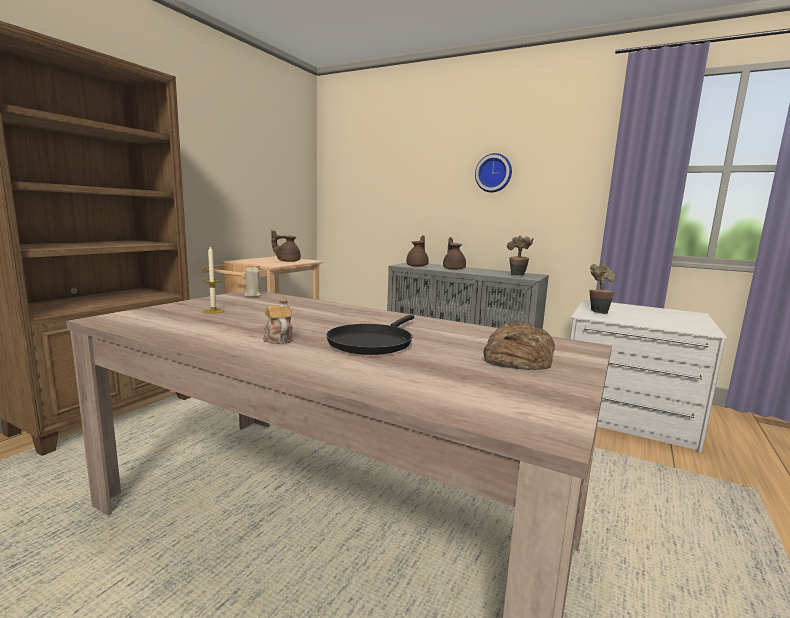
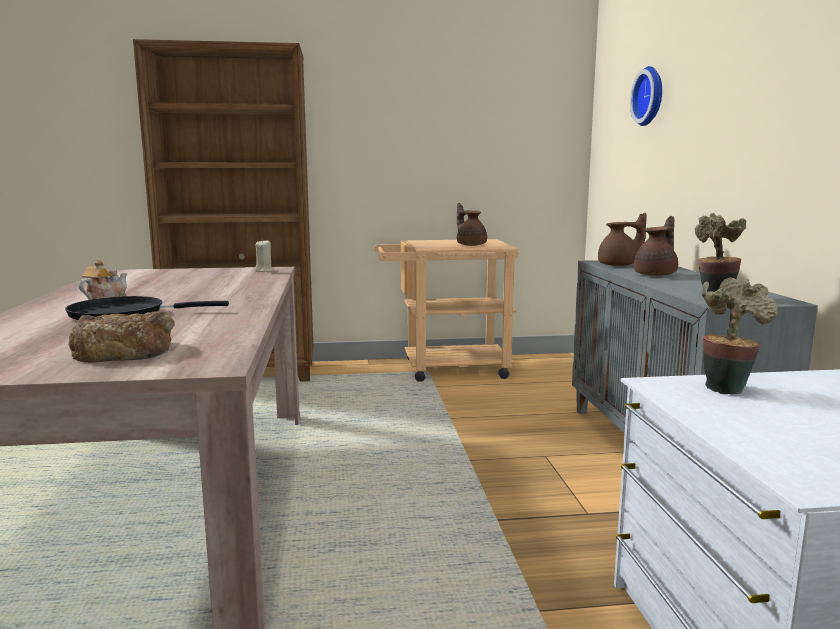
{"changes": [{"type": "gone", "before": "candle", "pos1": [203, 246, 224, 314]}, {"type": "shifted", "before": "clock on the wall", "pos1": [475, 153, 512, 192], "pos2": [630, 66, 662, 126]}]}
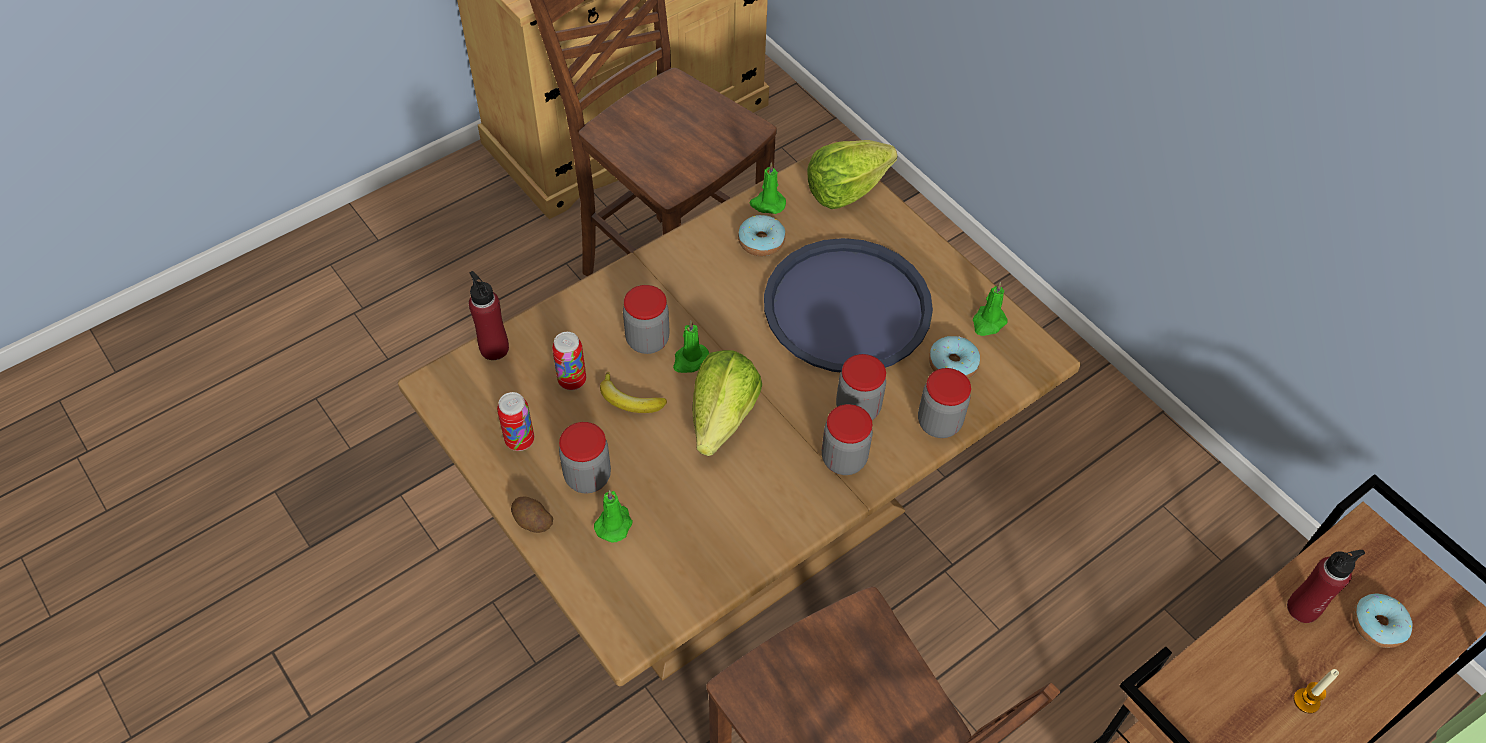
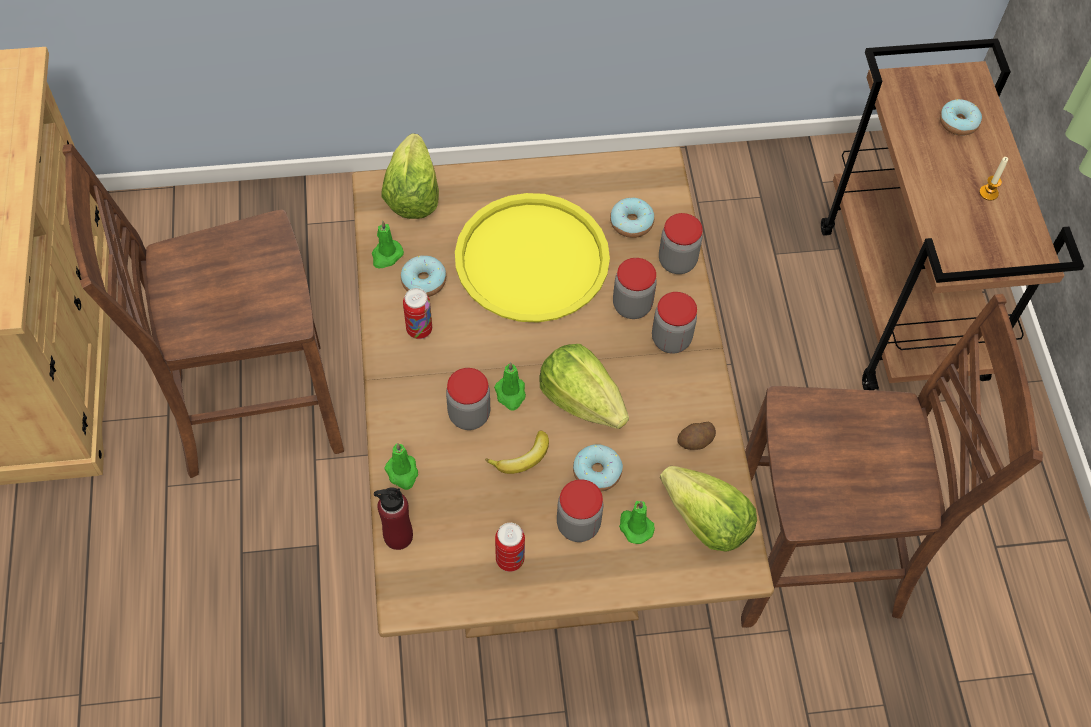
{"changes": [{"type": "gone", "before": "bottle (reddish)", "pos1": [1287, 550, 1365, 623]}, {"type": "new", "after": "donut", "pos2": [573, 444, 623, 491]}, {"type": "new", "after": "lettuce", "pos2": [660, 466, 757, 552]}, {"type": "shifted", "before": "potato", "pos1": [511, 497, 553, 533], "pos2": [677, 421, 716, 450]}, {"type": "shifted", "before": "metal can", "pos1": [552, 332, 586, 390], "pos2": [403, 288, 432, 339]}, {"type": "shifted", "before": "candle (greenish)", "pos1": [973, 282, 1008, 336], "pos2": [384, 443, 418, 490]}, {"type": "repainted", "before": "tray (bluish)", "after": "tray (yellow)", "pos1": [764, 238, 933, 372], "pos2": [455, 193, 610, 323]}]}
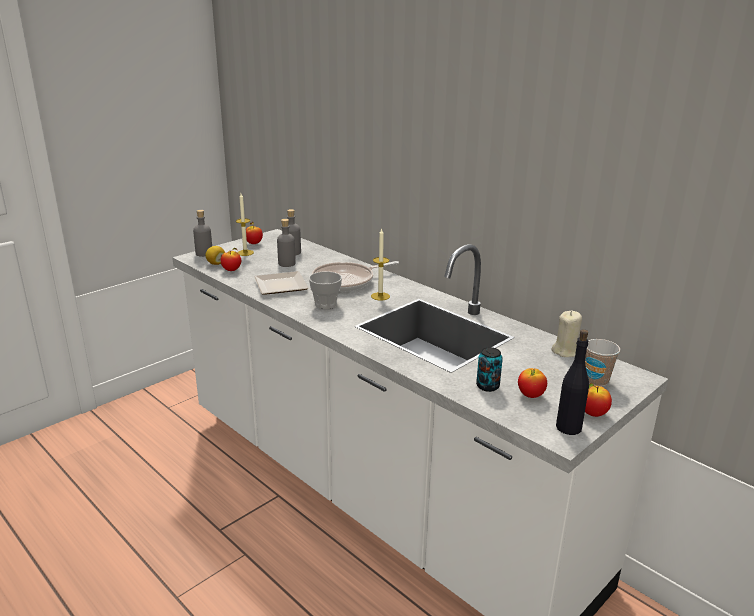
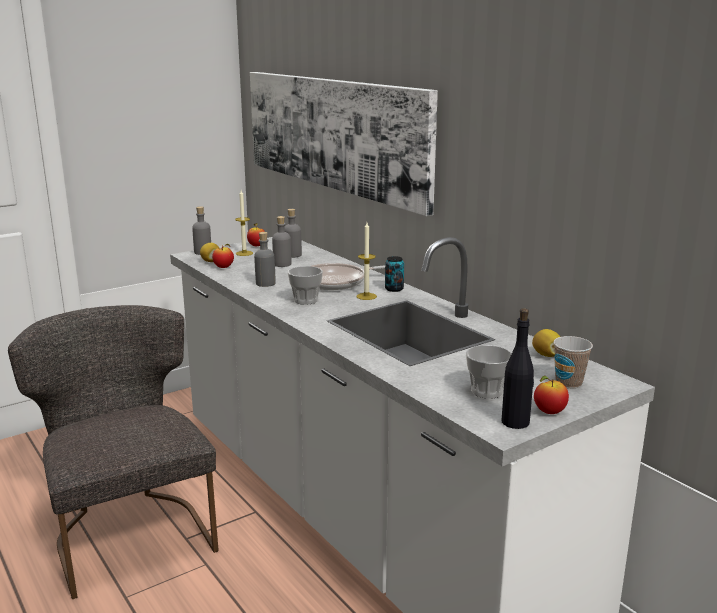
{"changes": [{"type": "new", "after": "chair (grey)", "pos2": [8, 305, 219, 599]}, {"type": "new", "after": "wall picture", "pos2": [250, 72, 438, 216]}, {"type": "shifted", "before": "metal can", "pos1": [476, 347, 503, 392], "pos2": [385, 256, 404, 292]}, {"type": "swapped", "before": "dinner plate", "after": "bottle (grey)", "pos1": [254, 271, 309, 295], "pos2": [254, 232, 276, 287]}, {"type": "swapped", "before": "apple fruit", "after": "drinking cup", "pos1": [518, 368, 547, 398], "pos2": [466, 345, 512, 399]}, {"type": "swapped", "before": "candle (beige)", "after": "citrus fruit", "pos1": [551, 311, 582, 357], "pos2": [532, 329, 560, 357]}]}
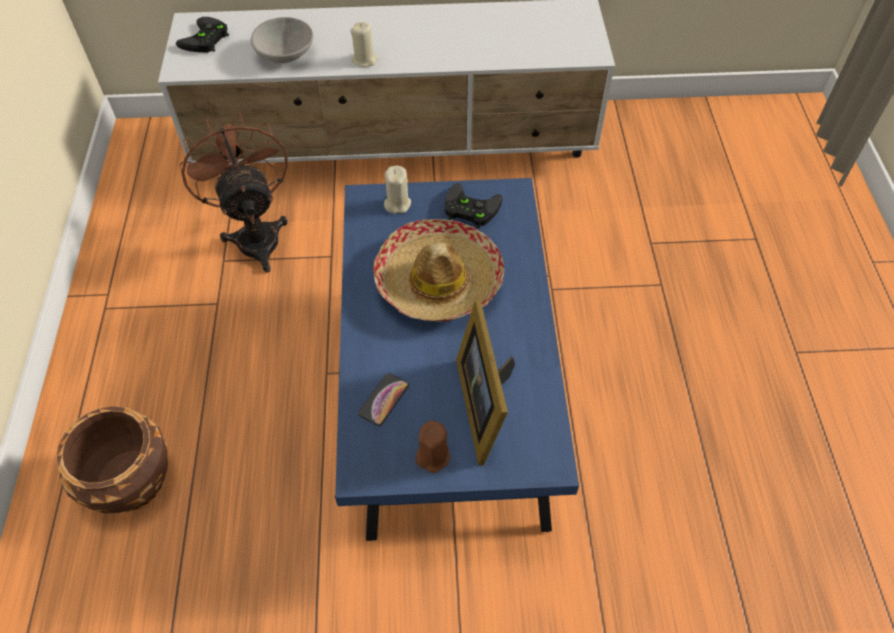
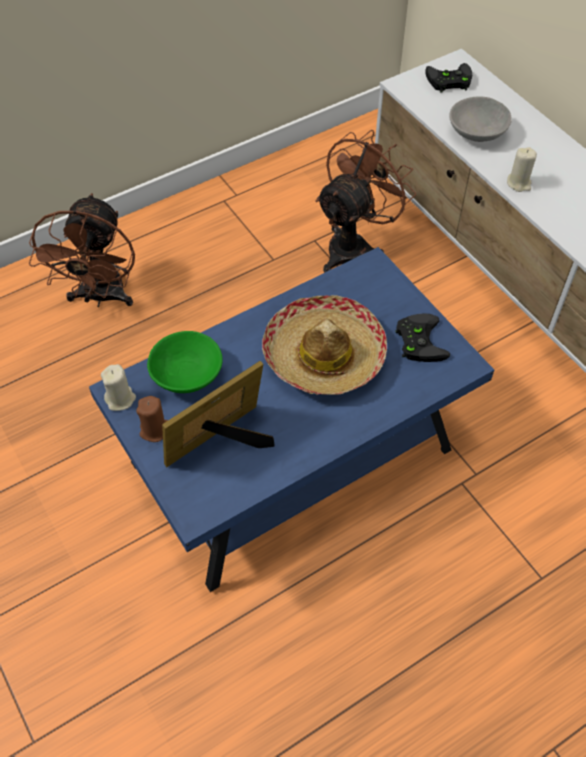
{"changes": [{"type": "shifted", "before": "candle (beige)", "pos1": [384, 166, 411, 214], "pos2": [101, 364, 136, 411]}, {"type": "swapped", "before": "flower pot (brownish)", "after": "cooling fan (brownish)", "pos1": [56, 406, 168, 513], "pos2": [29, 193, 135, 307]}, {"type": "swapped", "before": "phone", "after": "bowl (greenish)", "pos1": [358, 373, 409, 426], "pos2": [147, 331, 223, 393]}]}
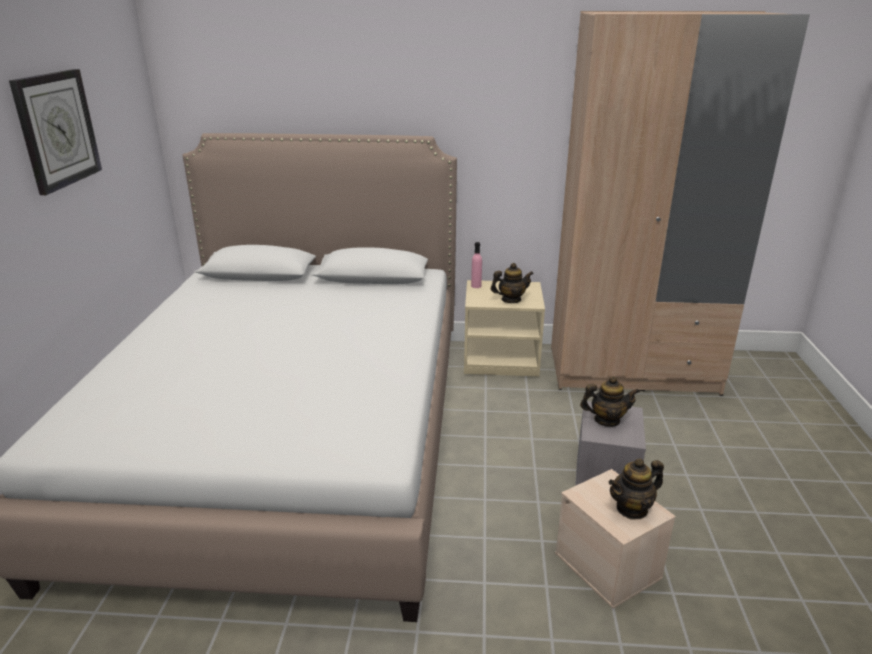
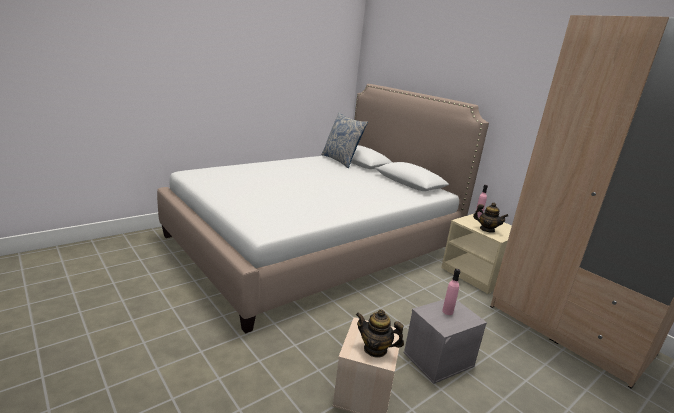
{"changes": [{"type": "gone", "before": "clock on the wall", "pos1": [9, 69, 102, 195]}, {"type": "new", "after": "cushion", "pos2": [321, 113, 368, 168]}, {"type": "swapped", "before": "teapot", "after": "bottle (pink)", "pos1": [580, 376, 640, 427], "pos2": [442, 269, 460, 315]}]}
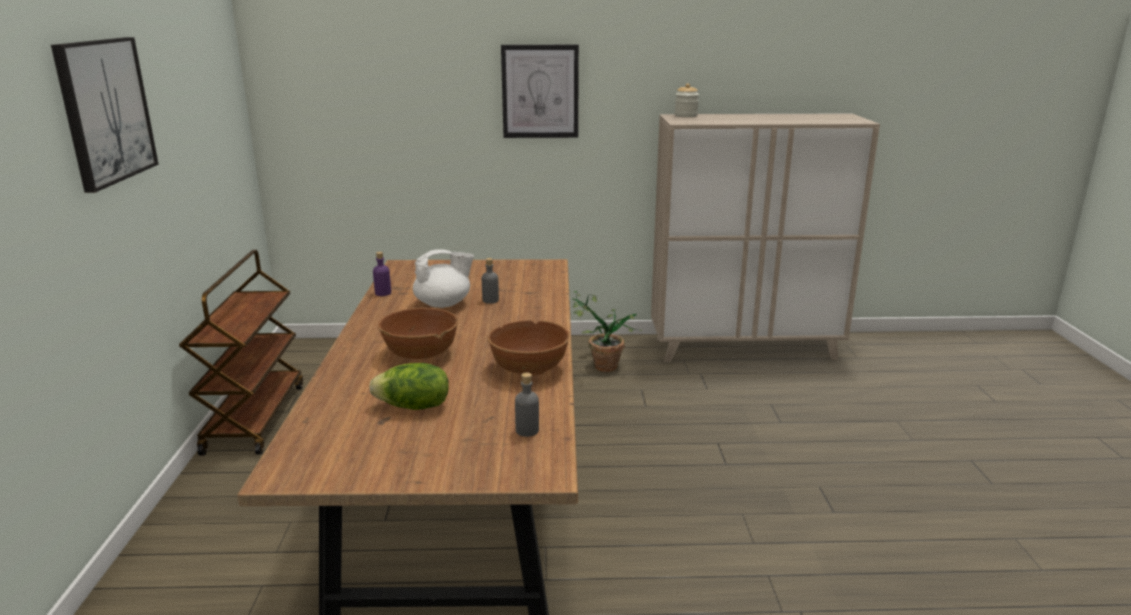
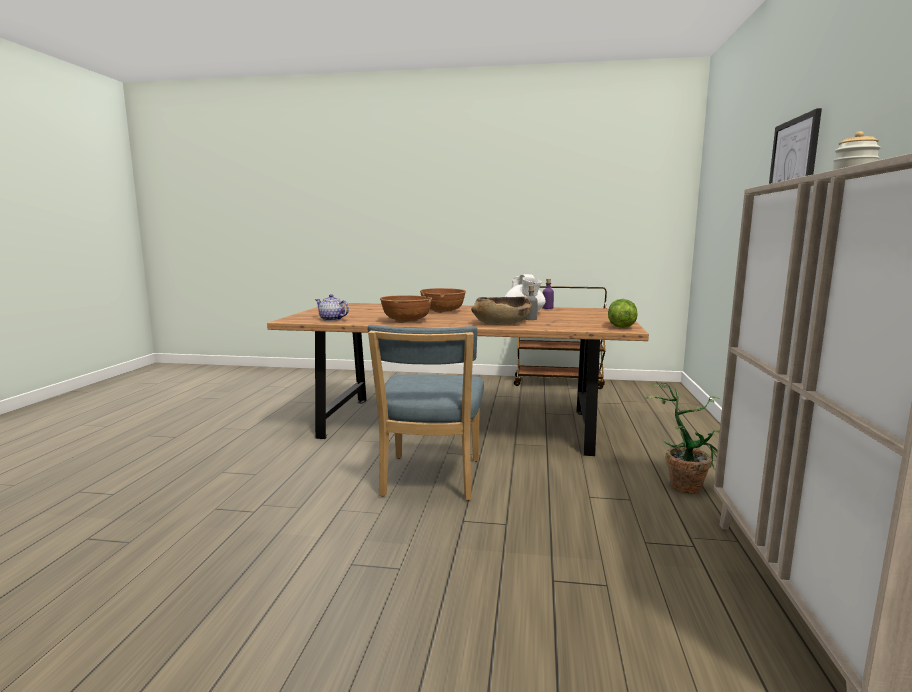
{"changes": [{"type": "gone", "before": "wall picture", "pos1": [51, 37, 159, 193]}, {"type": "new", "after": "chair (bluish)", "pos2": [368, 325, 484, 501]}, {"type": "new", "after": "bowl (brownish)", "pos2": [471, 297, 532, 325]}, {"type": "shifted", "before": "lettuce", "pos1": [370, 363, 449, 410], "pos2": [608, 299, 638, 328]}, {"type": "swapped", "before": "bottle (grey)", "after": "teapot", "pos1": [515, 373, 539, 437], "pos2": [315, 294, 349, 321]}]}
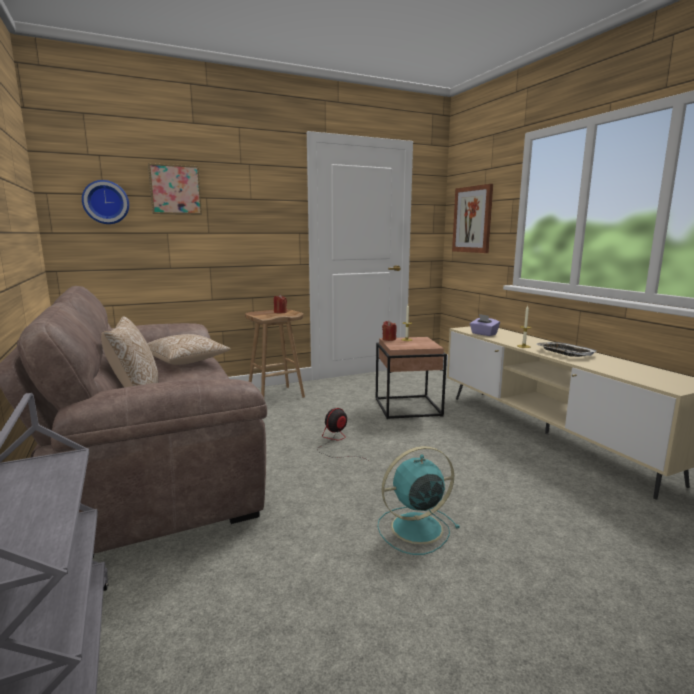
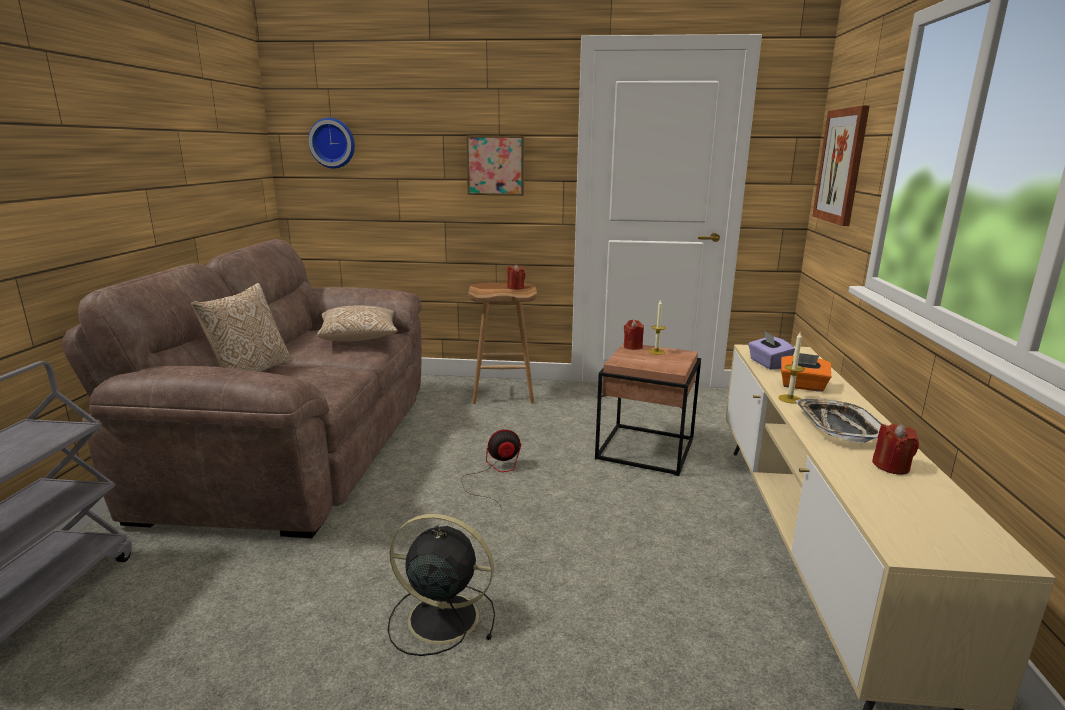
{"changes": [{"type": "new", "after": "tissue box (orange-coloured)", "pos2": [781, 353, 831, 392]}, {"type": "new", "after": "candle (reddish)", "pos2": [872, 424, 919, 475]}, {"type": "shifted", "before": "wall picture", "pos1": [148, 163, 202, 215], "pos2": [466, 135, 524, 196]}, {"type": "repainted", "before": "cooling fan (blue-green)", "after": "cooling fan (blackish)", "pos1": [377, 446, 460, 555], "pos2": [388, 514, 495, 656]}]}
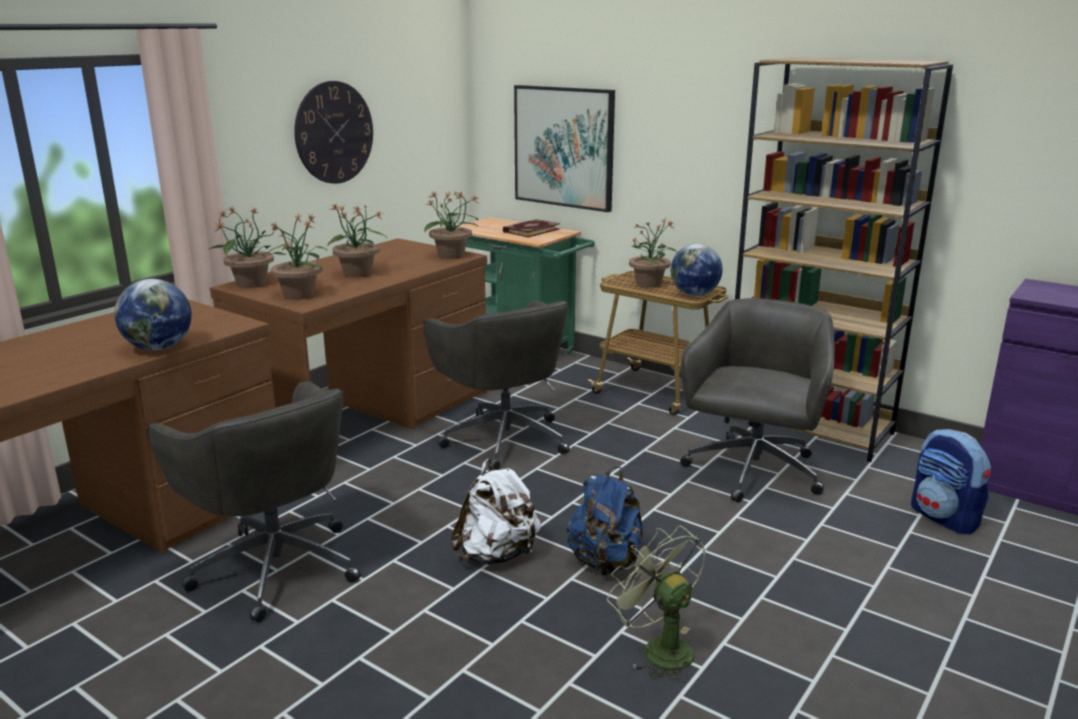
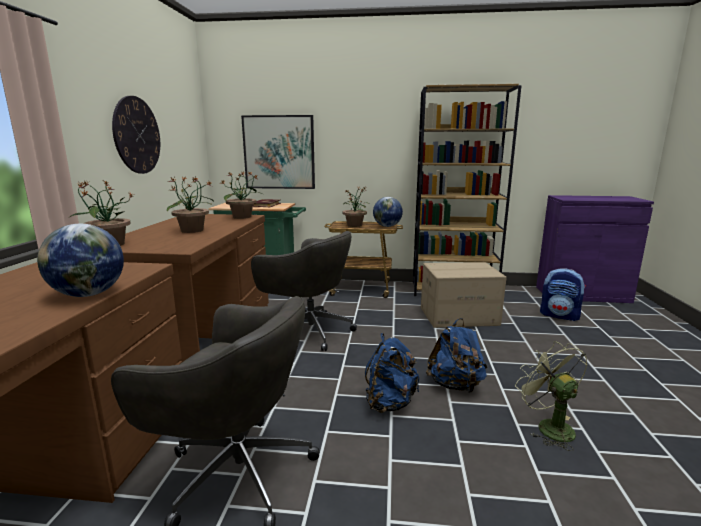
{"changes": [{"type": "gone", "before": "houseplant", "pos1": [267, 213, 327, 299]}, {"type": "swapped", "before": "office chair (grey)", "after": "cardboard box", "pos1": [680, 298, 835, 503], "pos2": [421, 262, 507, 328]}, {"type": "repainted", "before": "backpack (white)", "after": "backpack (bluish)", "pos1": [451, 459, 541, 565], "pos2": [365, 333, 419, 413]}, {"type": "rotated", "before": "cooling fan (greenish)", "pos1": [607, 526, 706, 683], "pos2": [515, 341, 588, 451], "turn": 45}]}
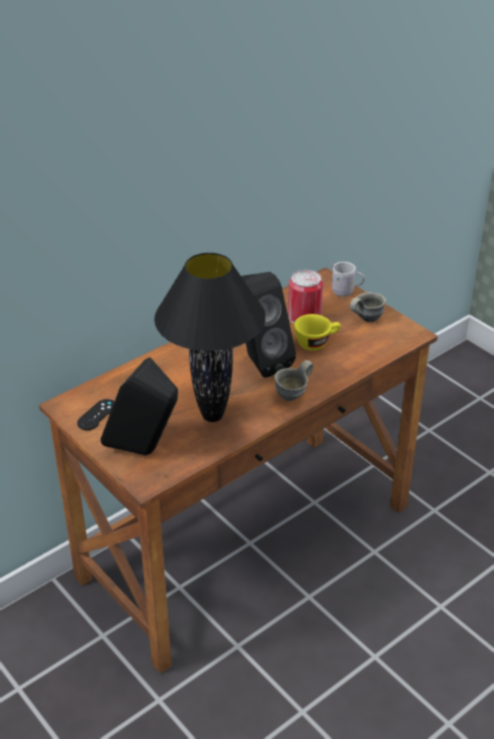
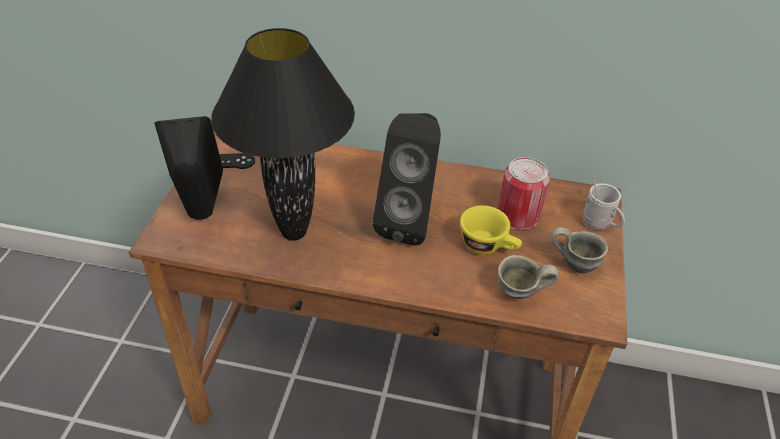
{"changes": [{"type": "shifted", "before": "mug (grey)", "pos1": [274, 360, 314, 401], "pos2": [498, 255, 559, 299]}]}
